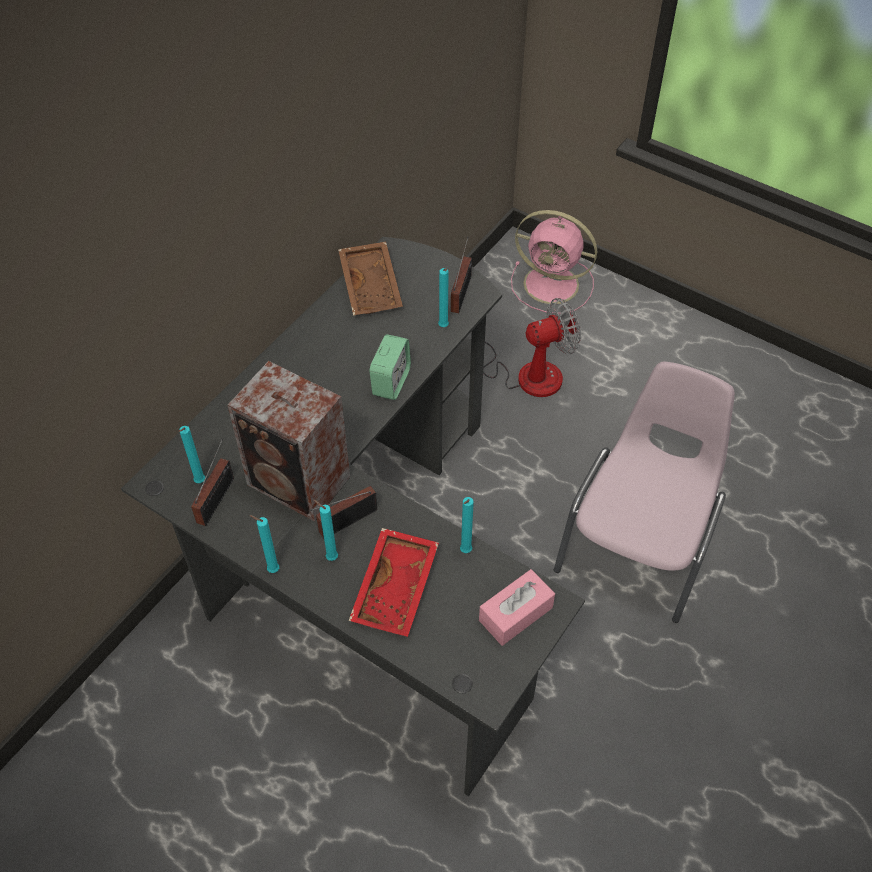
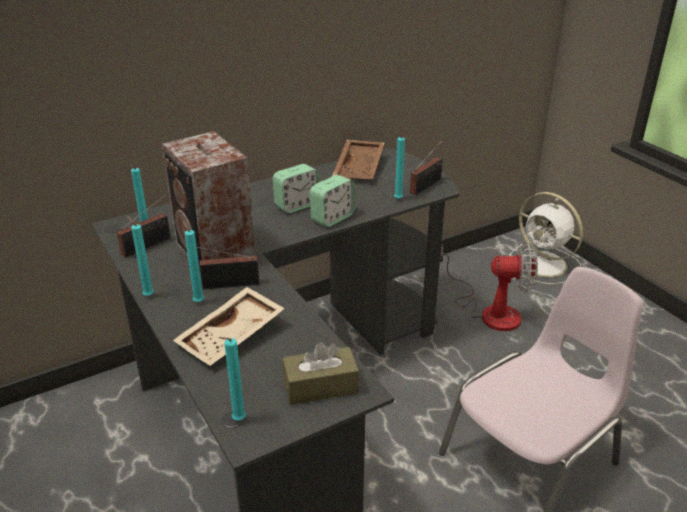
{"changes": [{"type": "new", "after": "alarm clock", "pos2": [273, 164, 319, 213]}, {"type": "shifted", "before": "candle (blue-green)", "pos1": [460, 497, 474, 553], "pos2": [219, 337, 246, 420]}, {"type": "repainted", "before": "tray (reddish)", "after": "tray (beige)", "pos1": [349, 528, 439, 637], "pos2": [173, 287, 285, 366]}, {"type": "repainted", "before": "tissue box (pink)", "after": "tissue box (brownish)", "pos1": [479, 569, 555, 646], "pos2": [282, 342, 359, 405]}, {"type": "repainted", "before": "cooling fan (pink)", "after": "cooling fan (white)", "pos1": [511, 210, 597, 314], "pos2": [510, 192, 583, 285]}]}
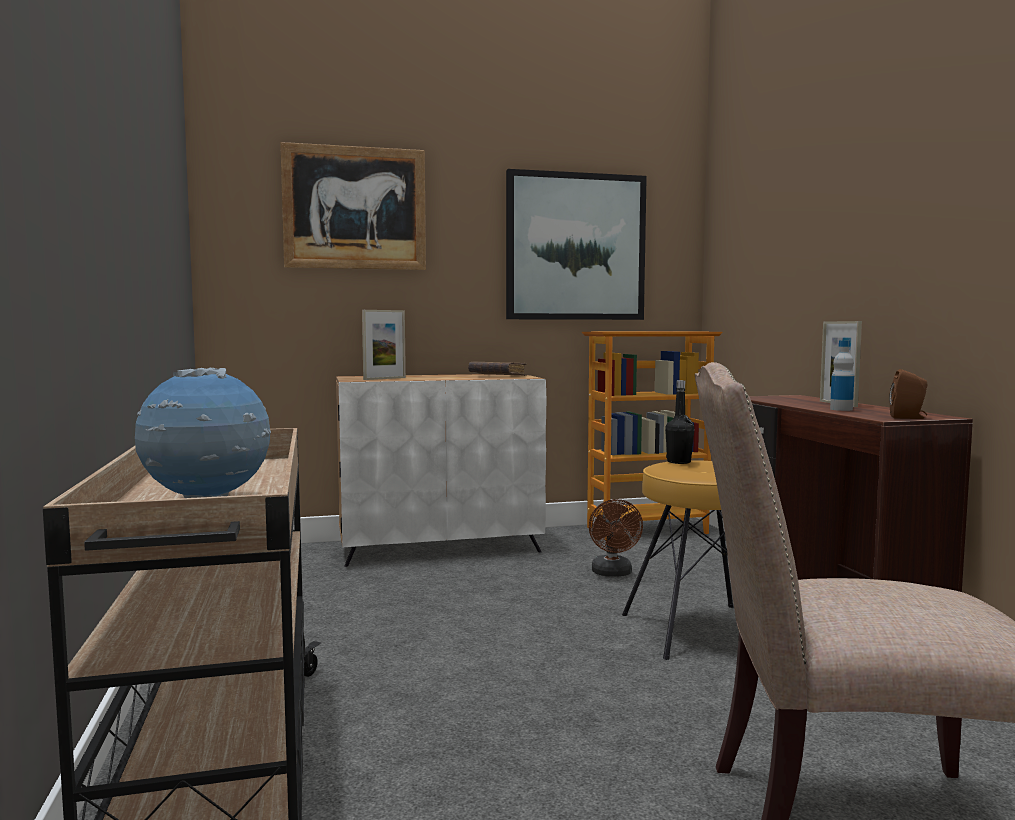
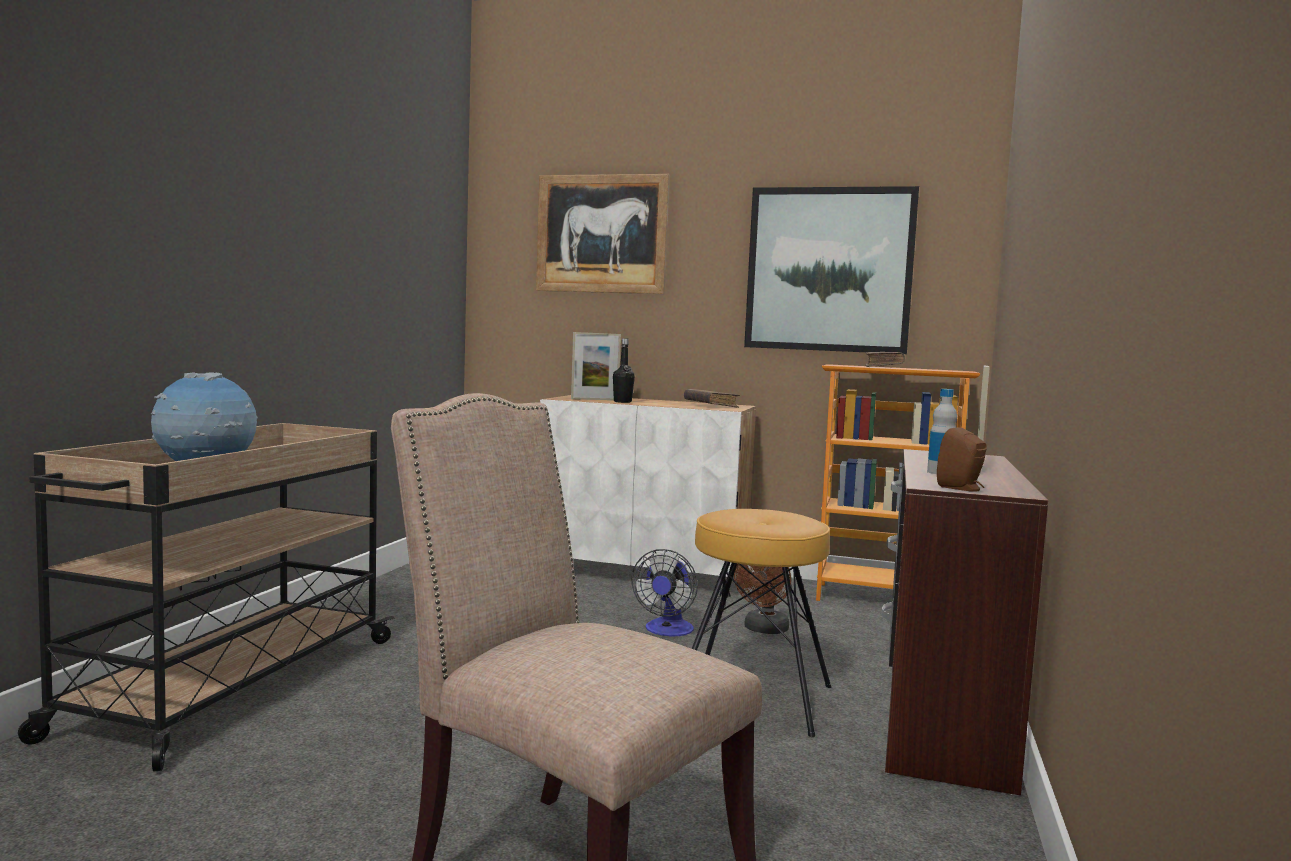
{"changes": [{"type": "new", "after": "cooling fan", "pos2": [632, 549, 698, 636]}, {"type": "new", "after": "book (brownish)", "pos2": [865, 352, 905, 367]}, {"type": "shifted", "before": "bottle (blackish)", "pos1": [665, 380, 694, 464], "pos2": [613, 338, 635, 403]}]}
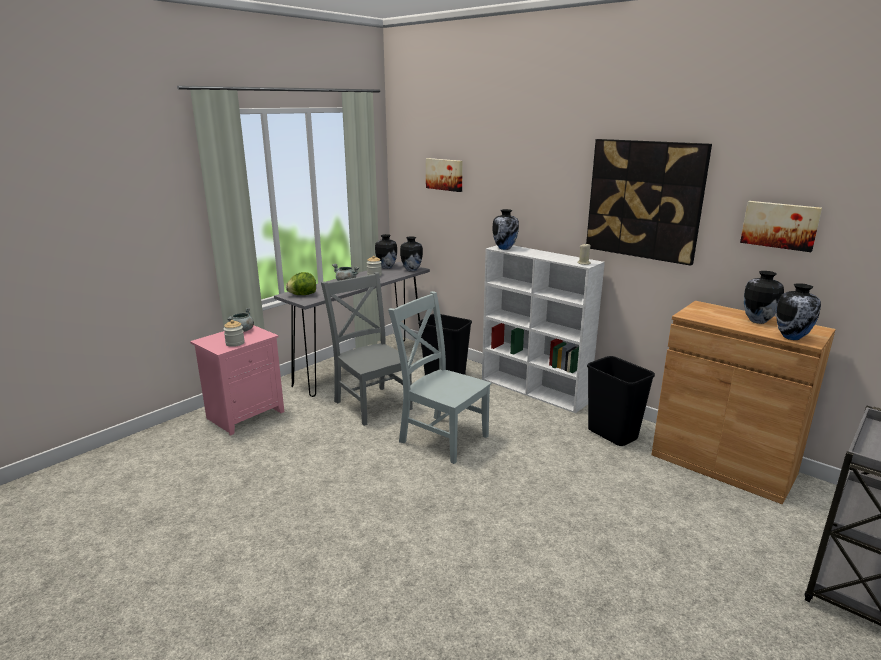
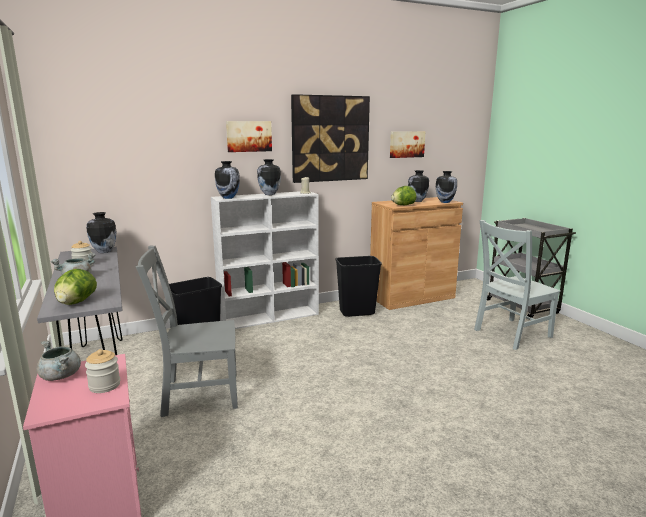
{"changes": [{"type": "new", "after": "lettuce", "pos2": [391, 186, 416, 205]}, {"type": "shifted", "before": "flower vase", "pos1": [375, 234, 397, 269], "pos2": [257, 159, 281, 195]}, {"type": "shifted", "before": "chair (grey)", "pos1": [388, 291, 491, 464], "pos2": [474, 220, 561, 350]}, {"type": "shifted", "before": "wall picture", "pos1": [426, 158, 463, 192], "pos2": [226, 121, 272, 152]}]}
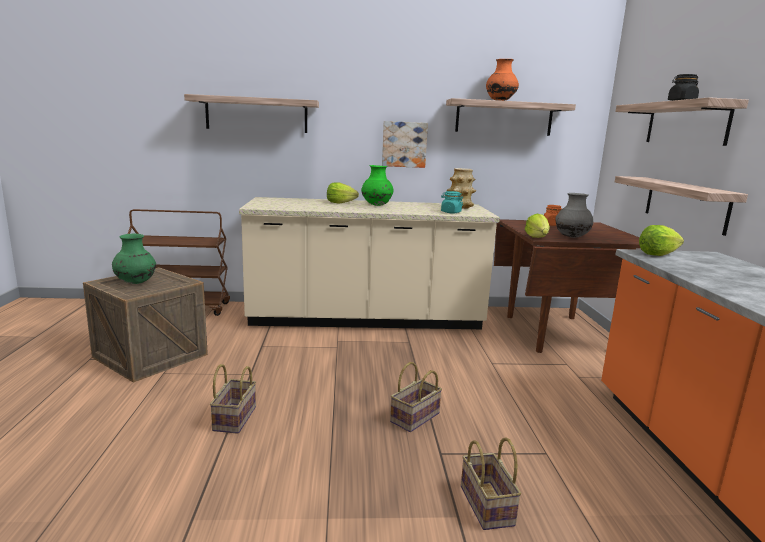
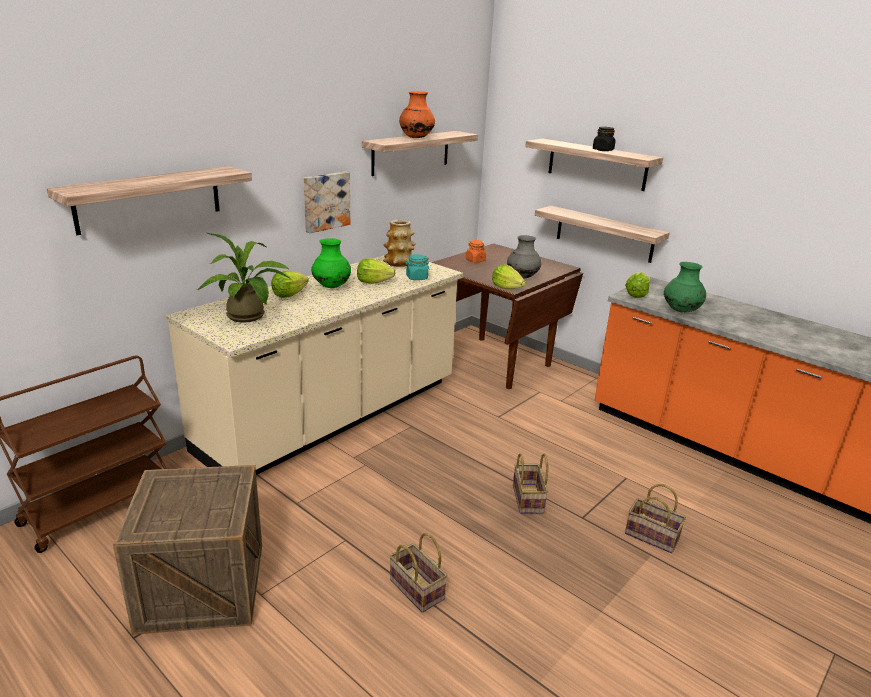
{"changes": [{"type": "new", "after": "houseplant", "pos2": [197, 233, 292, 323]}, {"type": "new", "after": "lettuce", "pos2": [357, 258, 396, 284]}, {"type": "shifted", "before": "flower vase (greenish)", "pos1": [112, 234, 156, 284], "pos2": [664, 262, 706, 313]}]}
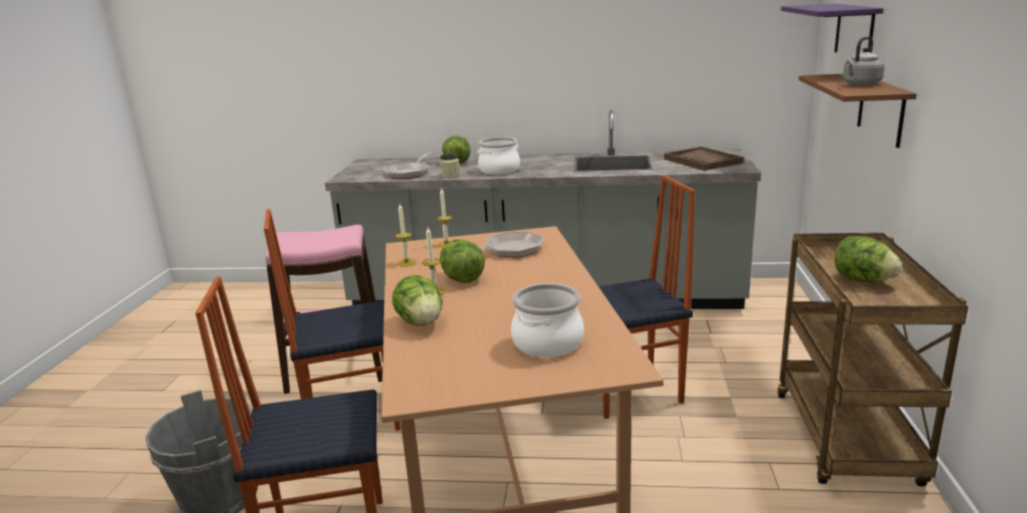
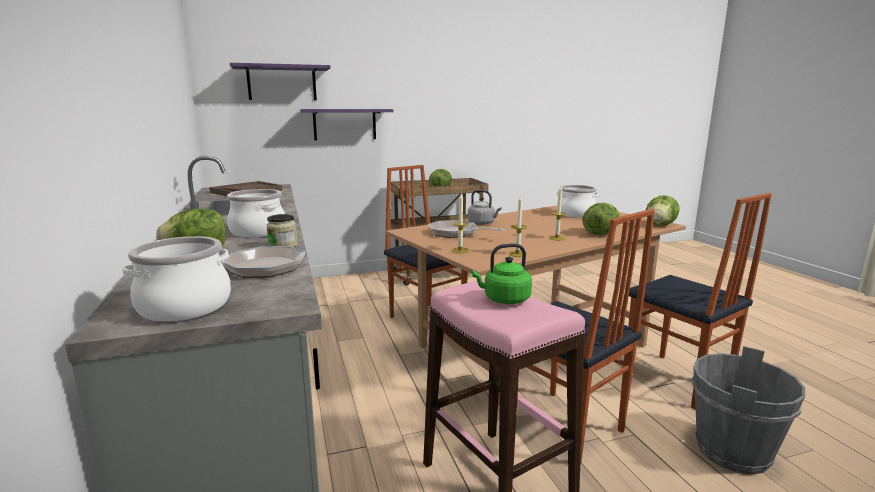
{"changes": [{"type": "new", "after": "saucepot", "pos2": [122, 236, 231, 322]}, {"type": "new", "after": "kettle (greenish)", "pos2": [471, 243, 532, 304]}, {"type": "shifted", "before": "lettuce", "pos1": [440, 239, 485, 283], "pos2": [646, 195, 680, 225]}, {"type": "shifted", "before": "kettle (grey)", "pos1": [843, 36, 885, 85], "pos2": [468, 190, 502, 225]}, {"type": "repainted", "before": "wall shelf (brownish)", "after": "wall shelf (purple-coloured)", "pos1": [799, 74, 917, 148], "pos2": [301, 109, 394, 140]}]}
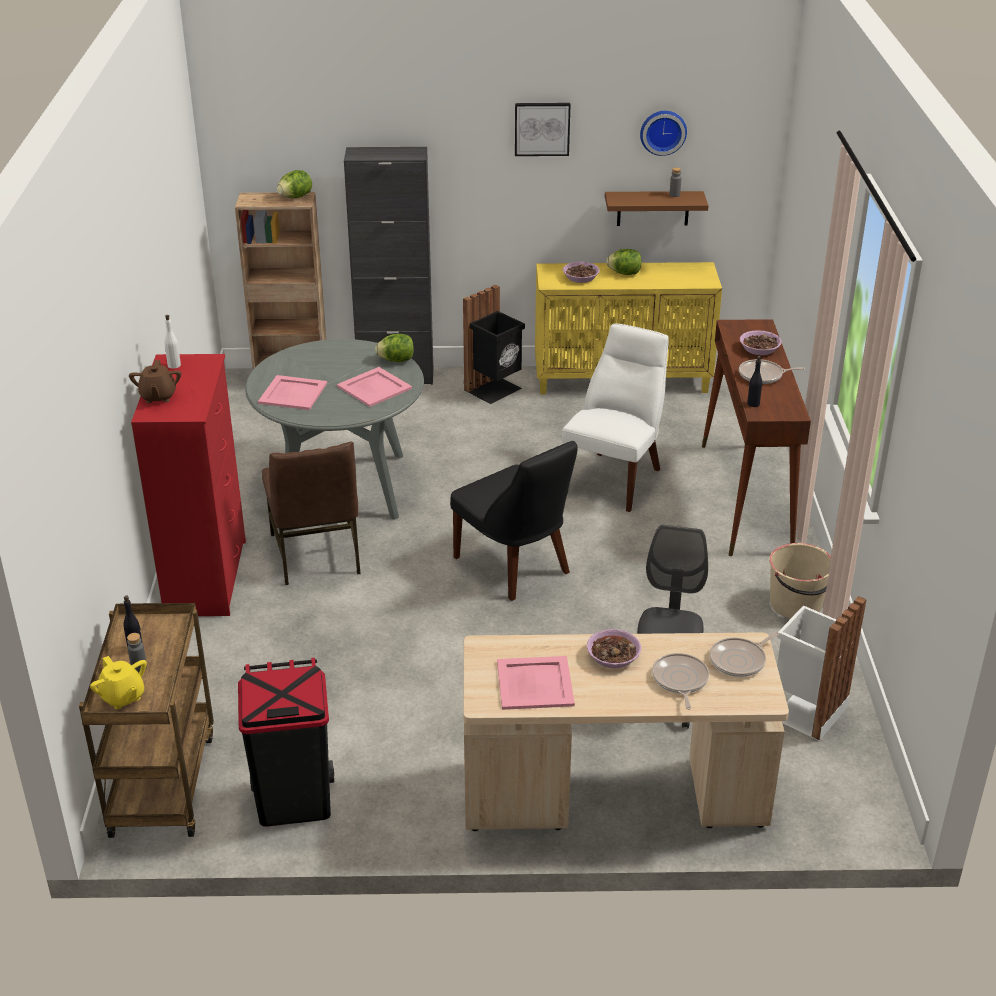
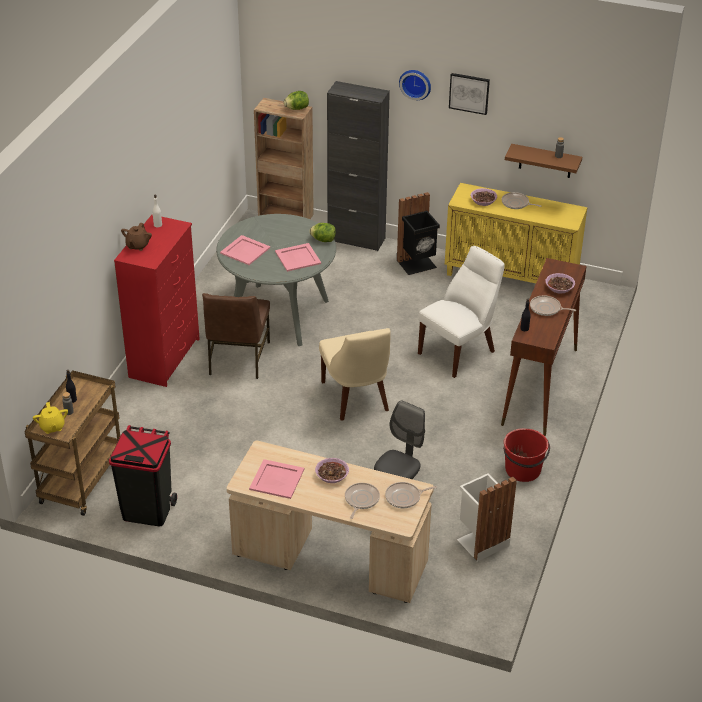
{"changes": [{"type": "shifted", "before": "clock on the wall", "pos1": [640, 111, 687, 156], "pos2": [399, 70, 431, 100]}, {"type": "swapped", "before": "lettuce", "after": "pan", "pos1": [606, 249, 642, 275], "pos2": [502, 192, 541, 209]}, {"type": "repainted", "before": "chair (blackish)", "after": "chair (beige)", "pos1": [450, 441, 577, 601], "pos2": [319, 328, 391, 421]}, {"type": "repainted", "before": "water bucket (beige)", "after": "water bucket (reddish)", "pos1": [769, 543, 831, 619], "pos2": [503, 428, 550, 482]}]}
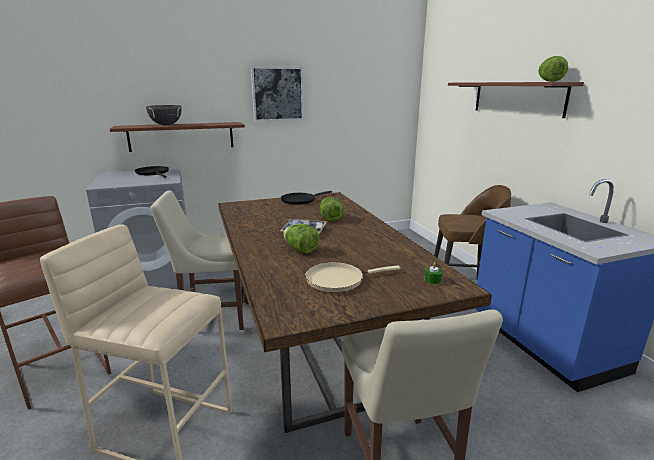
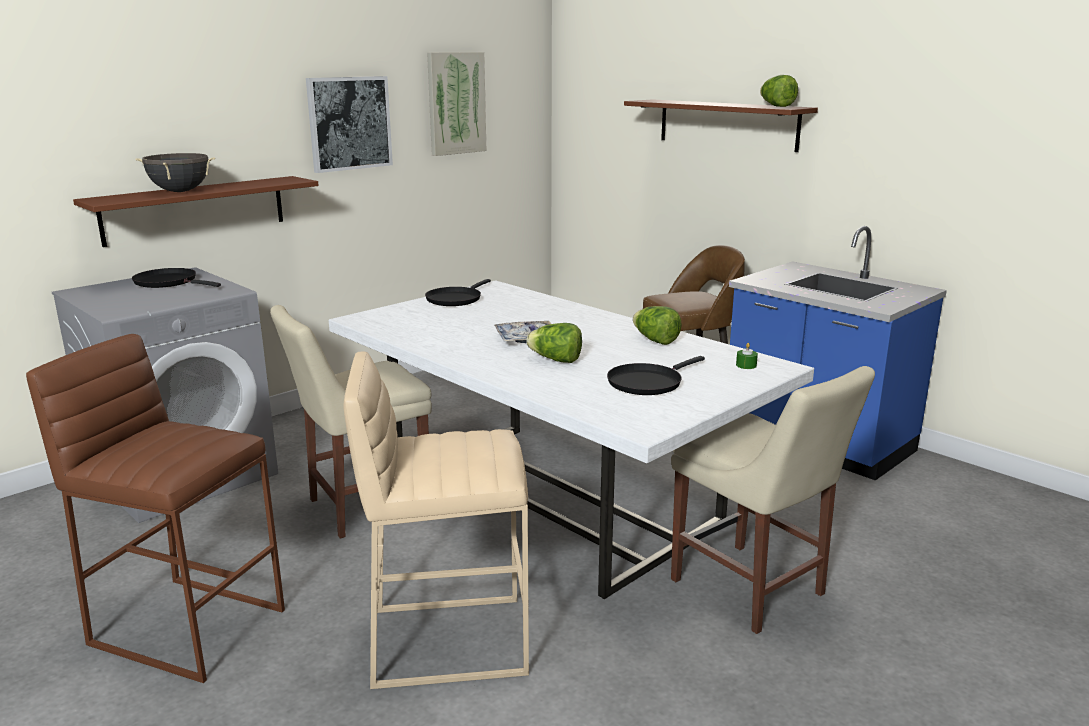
{"changes": [{"type": "new", "after": "wall picture", "pos2": [427, 52, 486, 156]}, {"type": "shifted", "before": "lettuce", "pos1": [320, 197, 344, 221], "pos2": [633, 306, 682, 345]}, {"type": "repainted", "before": "kitchen table (brownish)", "after": "kitchen table (white)", "pos1": [218, 192, 492, 433], "pos2": [329, 280, 814, 599]}, {"type": "repainted", "before": "pan (beige)", "after": "pan (blackish)", "pos1": [305, 262, 400, 292], "pos2": [607, 356, 705, 395]}]}
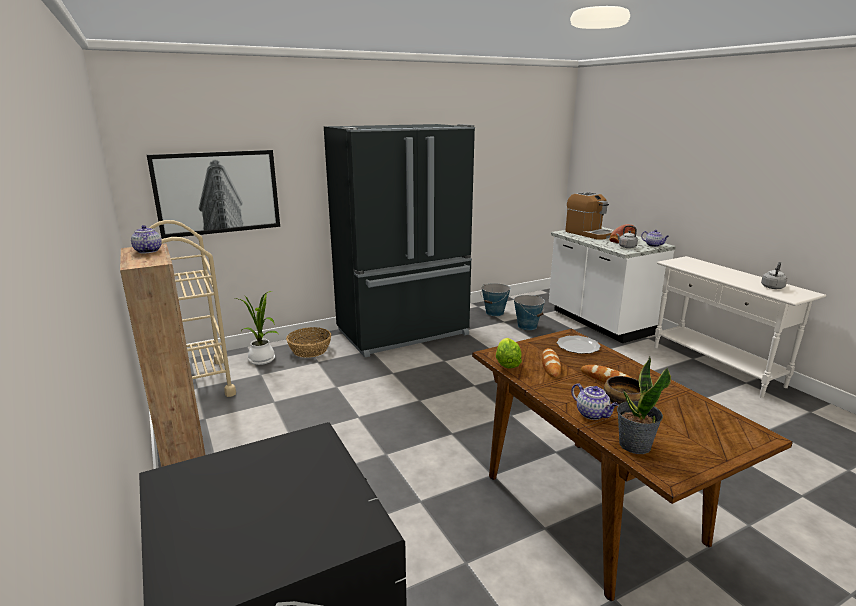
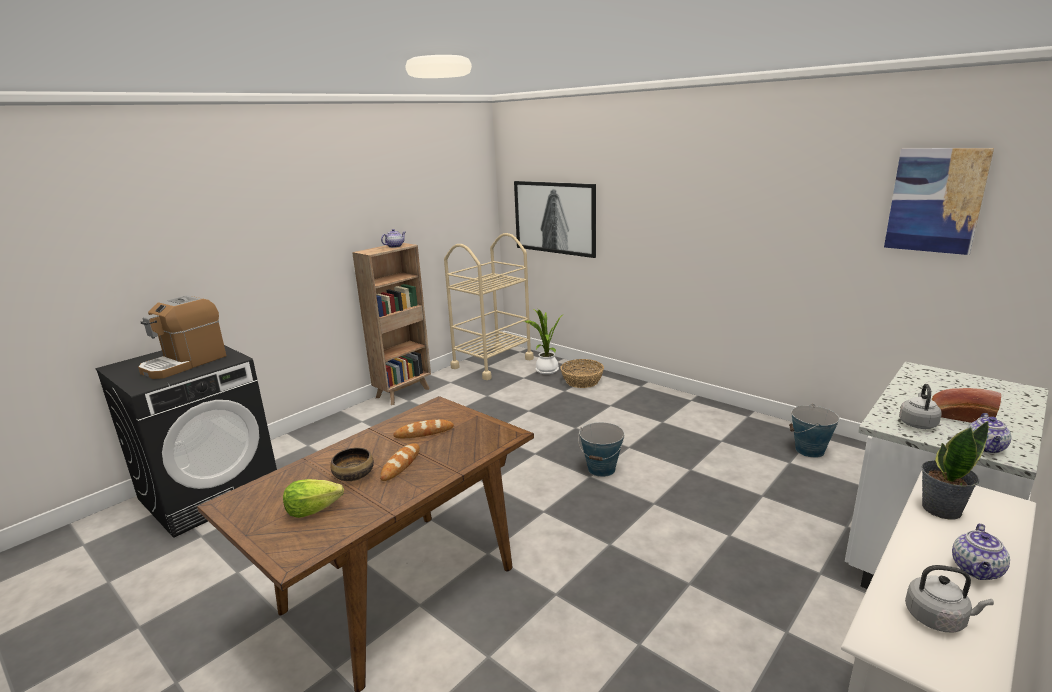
{"changes": [{"type": "gone", "before": "kitchen fridge (blackish)", "pos1": [324, 124, 475, 357]}, {"type": "gone", "before": "dinner plate", "pos1": [557, 335, 601, 354]}, {"type": "new", "after": "wall picture", "pos2": [884, 148, 994, 255]}, {"type": "shifted", "before": "lettuce", "pos1": [496, 338, 522, 369], "pos2": [283, 479, 344, 518]}, {"type": "shifted", "before": "water bucket", "pos1": [514, 295, 545, 330], "pos2": [578, 422, 624, 477]}, {"type": "shifted", "before": "coffee maker", "pos1": [565, 192, 613, 239], "pos2": [138, 295, 226, 379]}, {"type": "shifted", "before": "teapot", "pos1": [571, 383, 619, 420], "pos2": [952, 523, 1010, 580]}, {"type": "shifted", "before": "houseplant", "pos1": [617, 357, 671, 454], "pos2": [922, 421, 989, 520]}]}
